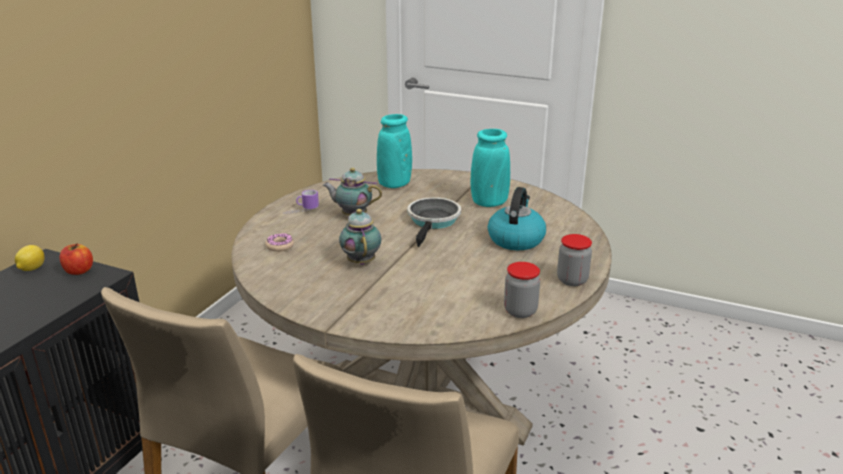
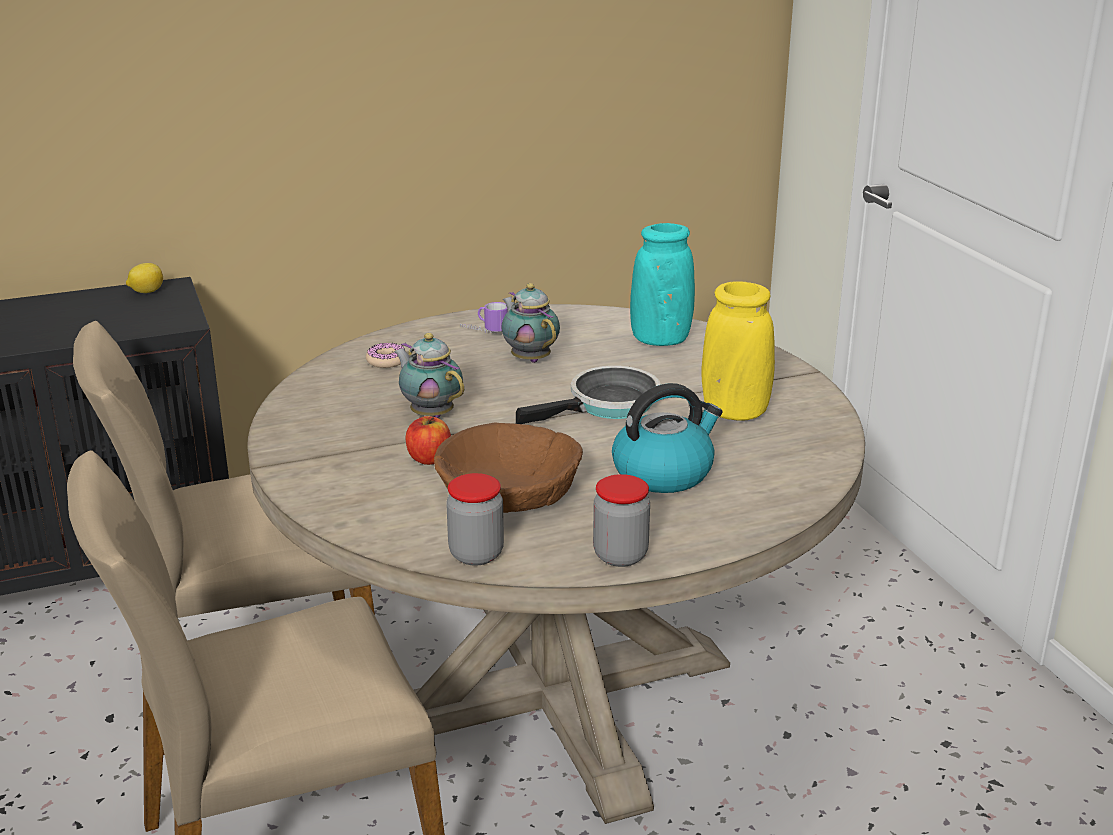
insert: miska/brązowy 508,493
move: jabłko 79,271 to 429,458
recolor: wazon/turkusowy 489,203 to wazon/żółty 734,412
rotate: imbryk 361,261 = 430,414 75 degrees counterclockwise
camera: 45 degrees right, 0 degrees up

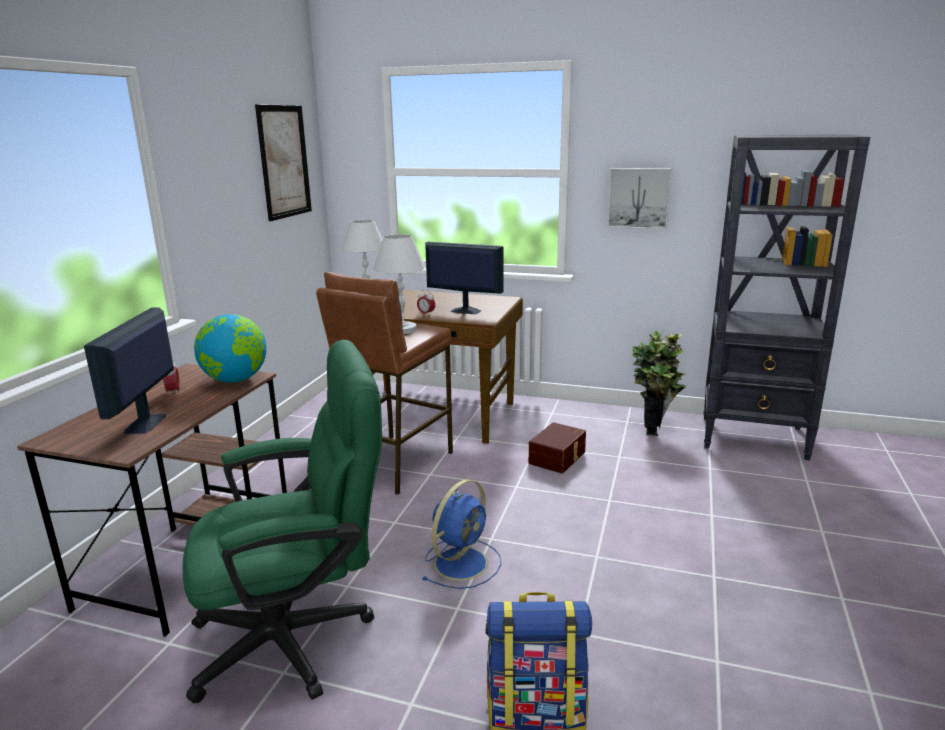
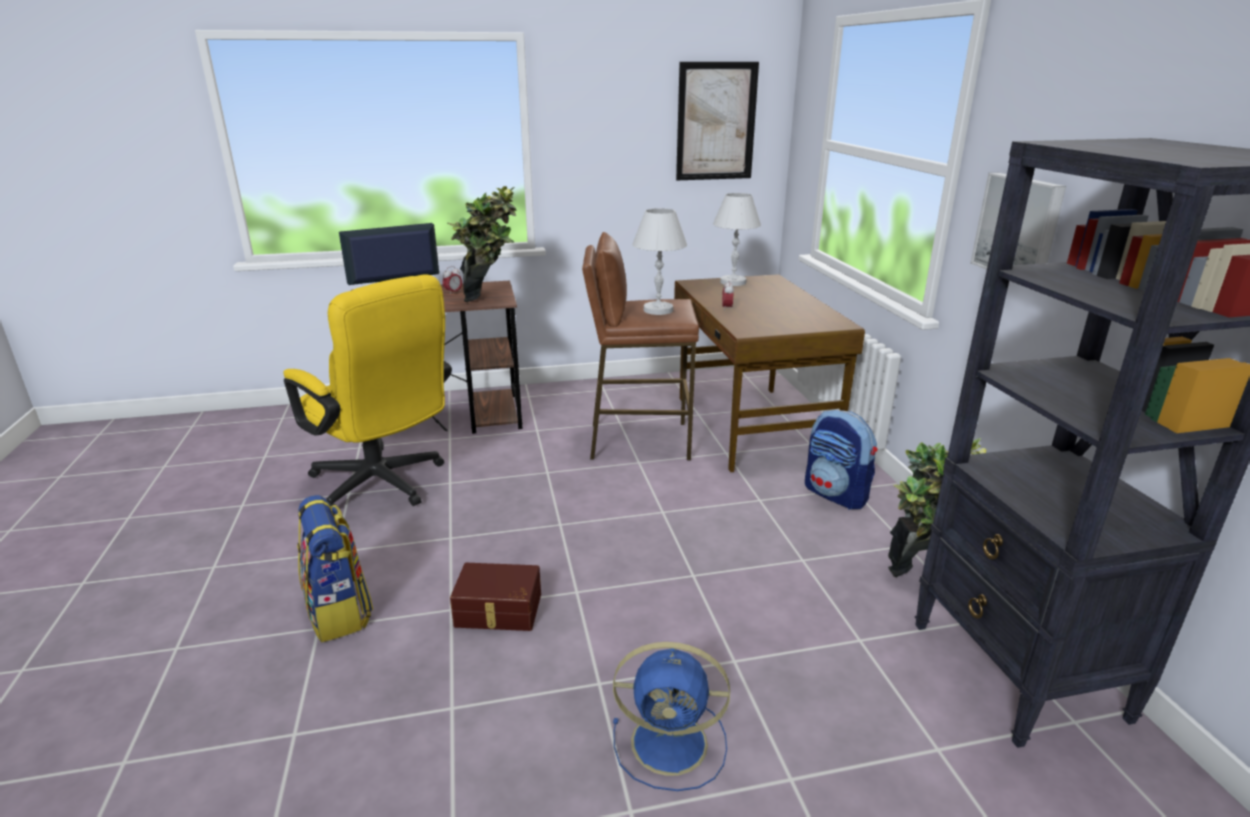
delete: monitor 465,311
insert: plecak 836,494
move: wentylator/niebieski 462,562 to 673,743; pojemnik do przechowywania/brązowy 558,458 to 498,611
replace: globus 235,380 to roślina doniczkowa 490,299
recolor: krzesło biurowe/zielony 299,637 to krzesło biurowe/żółty 384,486
camera: 60 degrees right, 5 degrees up

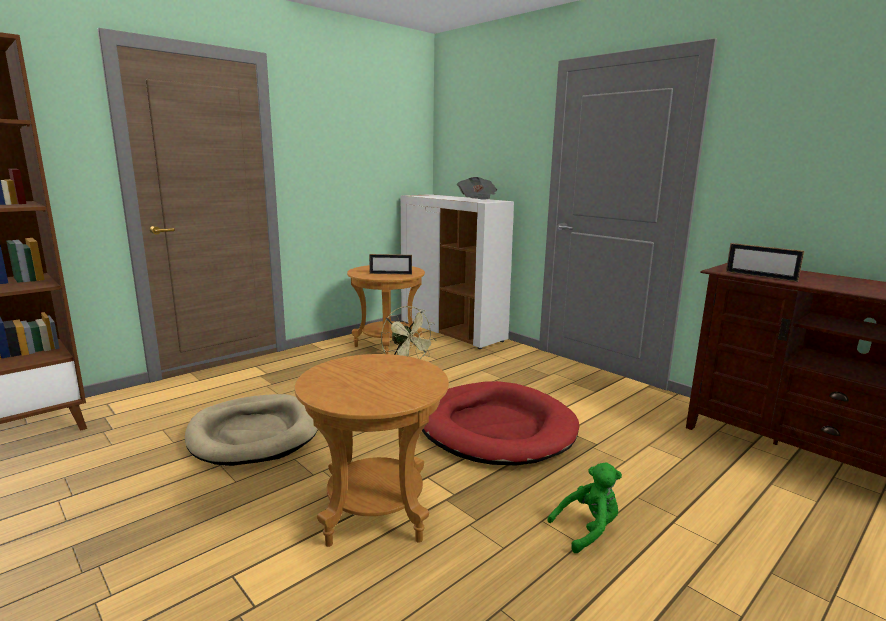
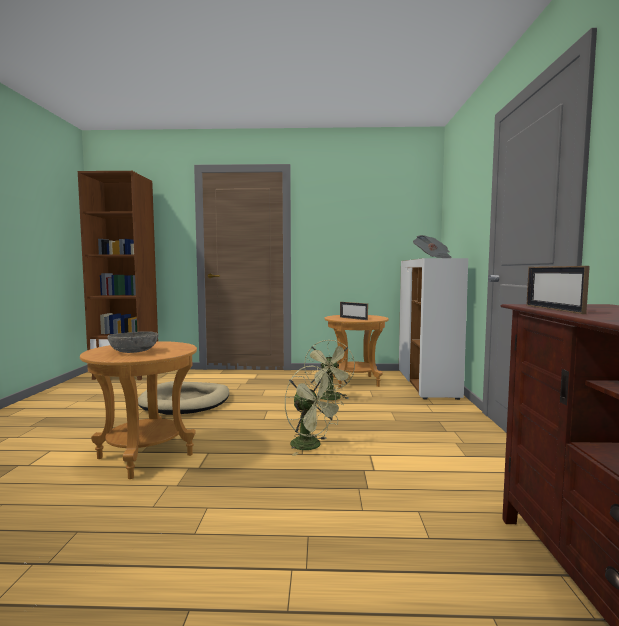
delete: pluszak/zielony 588,530
insert: miska/szary 134,351
replace: legowisko/czerwony 494,428 to wentylator/zielony 311,446
camera: 45 degrees right, 10 degrees down

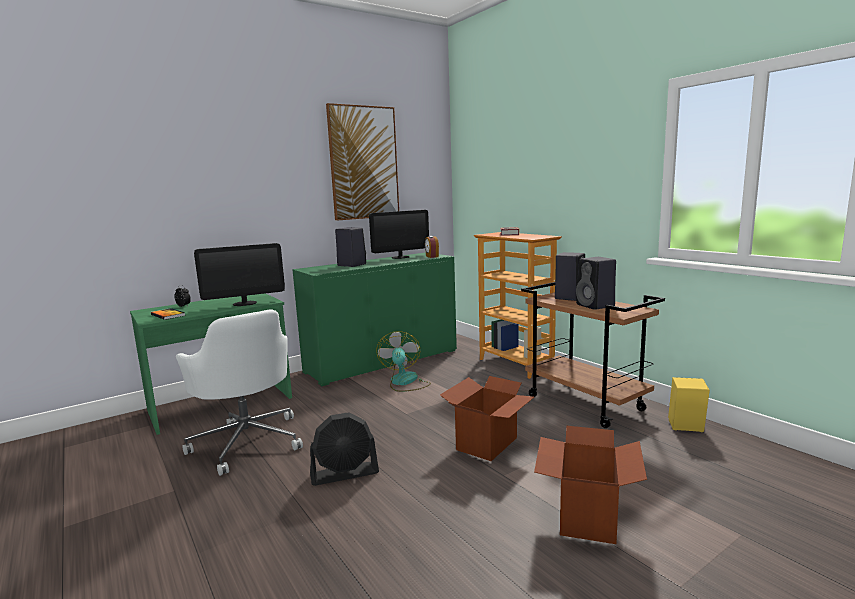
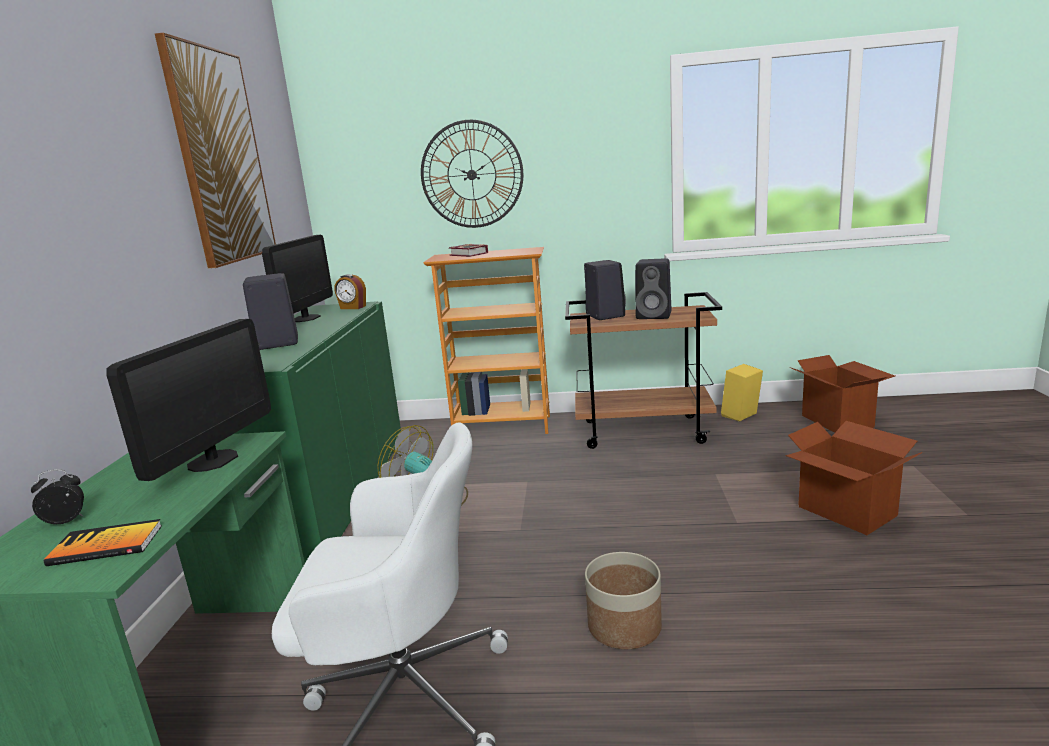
insert: zegar ścienny 471,174
move: karton 488,444 to 837,421
replace: wentylator/czarny 345,474 to donica 624,626
camera: 50 degrees left, 5 degrees up

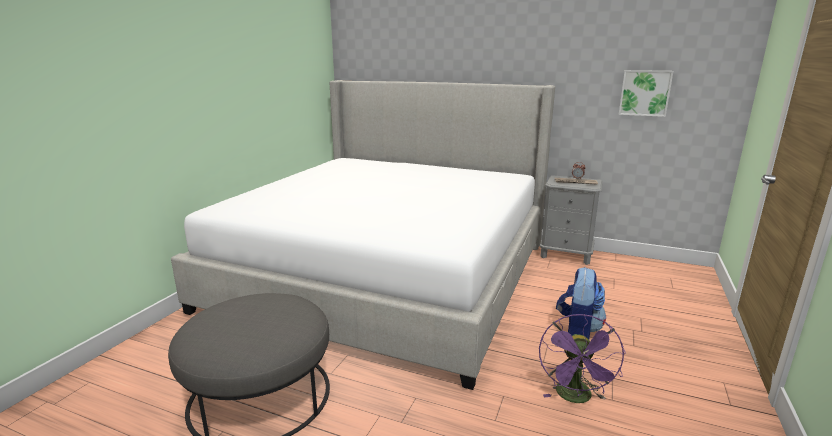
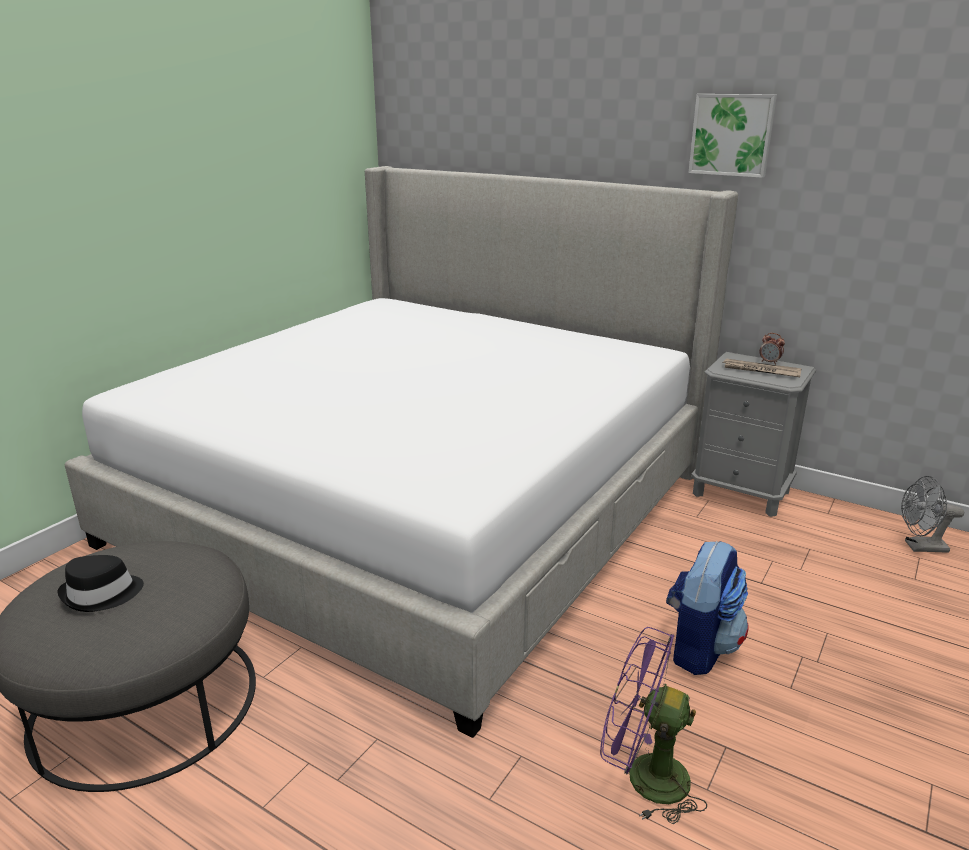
insert: kapelusz/czarny 102,594; wentylator/szary 920,547
move: obraz 644,93 to 732,135
rotate: wentylator/fioletowy 576,398 = 643,777 90 degrees clockwise
camera: 10 degrees right, 5 degrees up

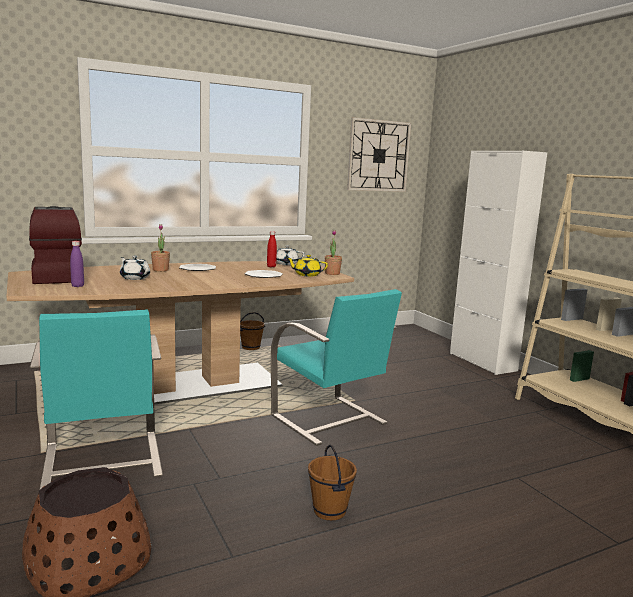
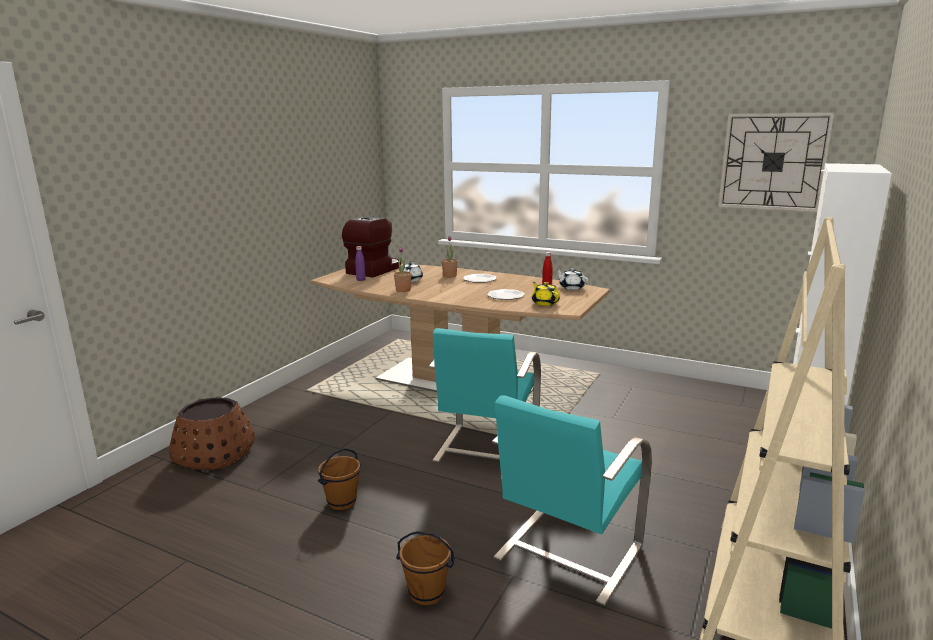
move: krzesło/turkusowy 102,462 to 566,553; wiadro/brązowy 251,348 to 426,594; roślina doniczkowa 332,273 to 403,290
camera: 55 degrees right, 5 degrees up

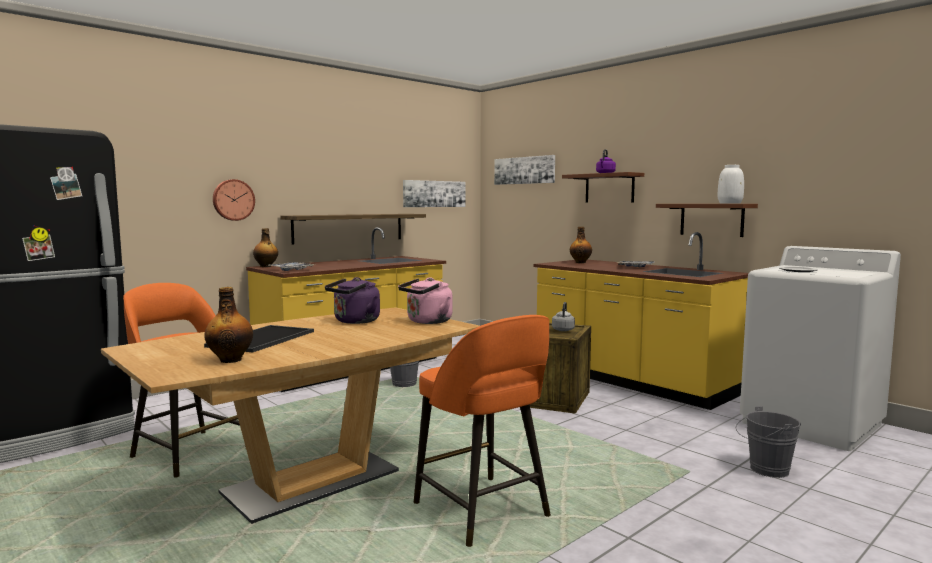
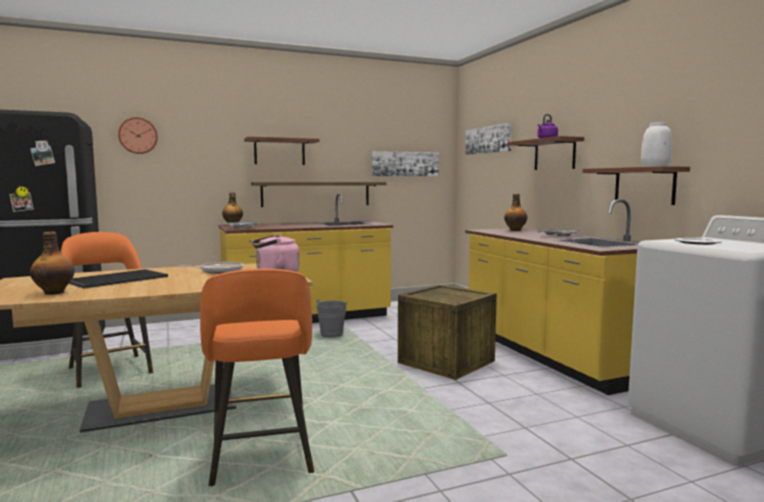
delete: czajnik/szary 563,329; wiadro/szary 765,470
insert: półka/brązowy 279,152
move: zegar ścienny 233,200 to 138,135
replace: czajnik/fioletowy 355,321 to patelnia 219,271
camera: 20 degrees right, 0 degrees up

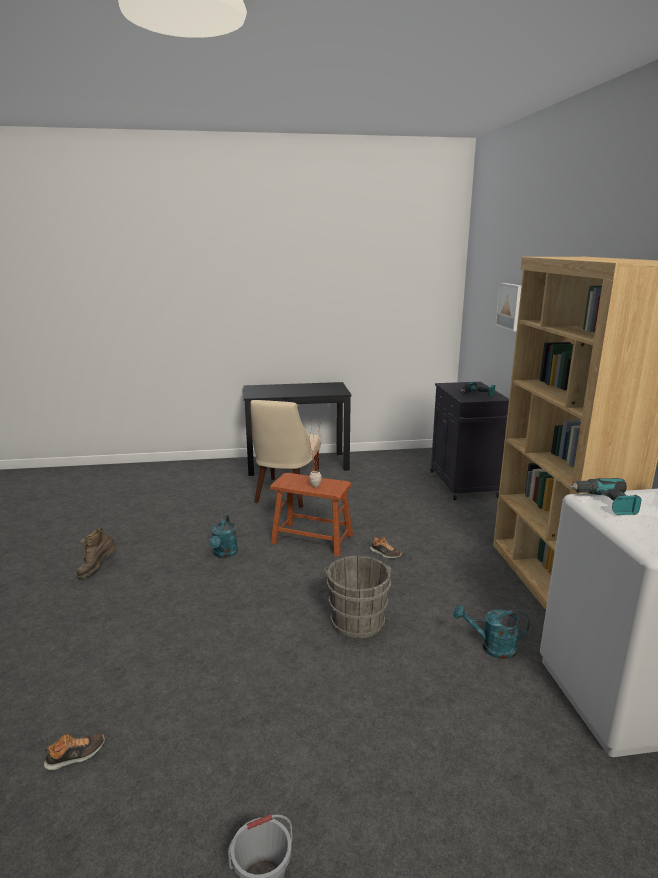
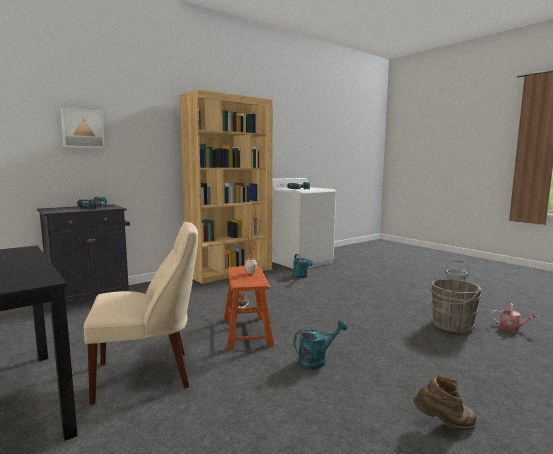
move: wiadro/szary 357,619 to 451,325
replace: but 76,756 to konewka 512,328
camera: 120 degrees left, 10 degrees down

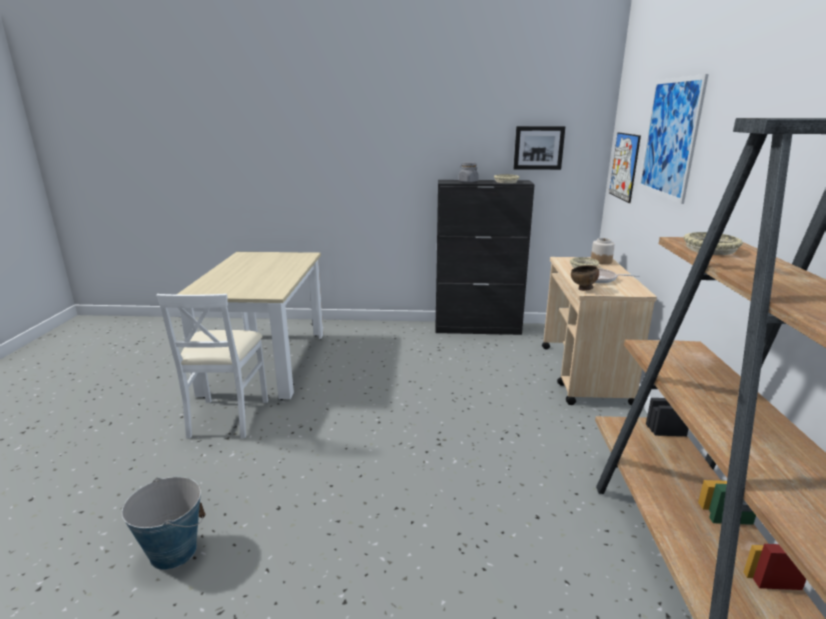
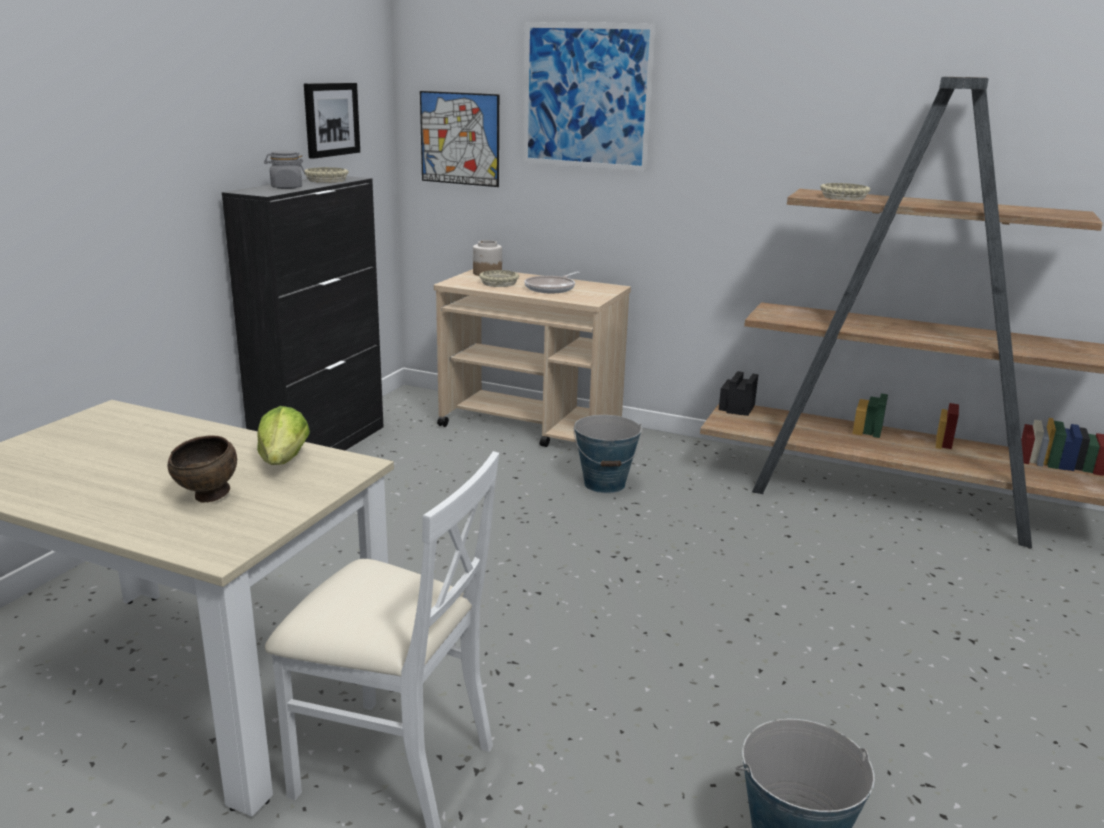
insert: sałata 284,461; wiadro 605,484
move: miska/brązowy 583,289 to 208,498
camera: 70 degrees left, 0 degrees up

